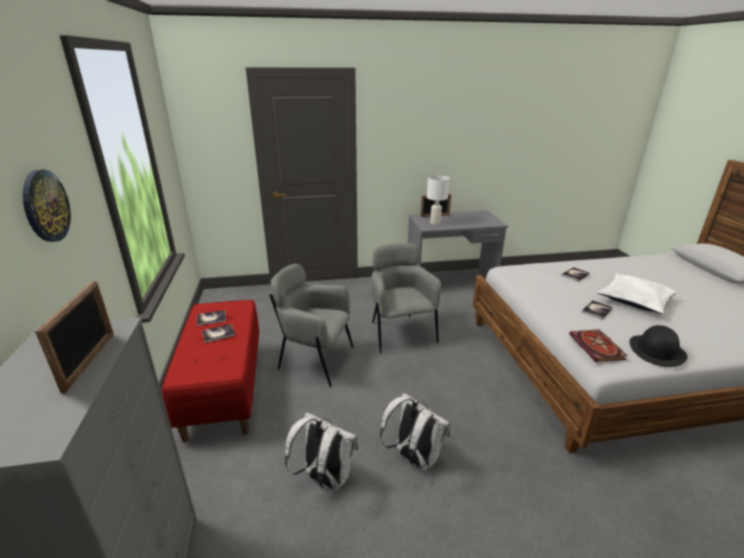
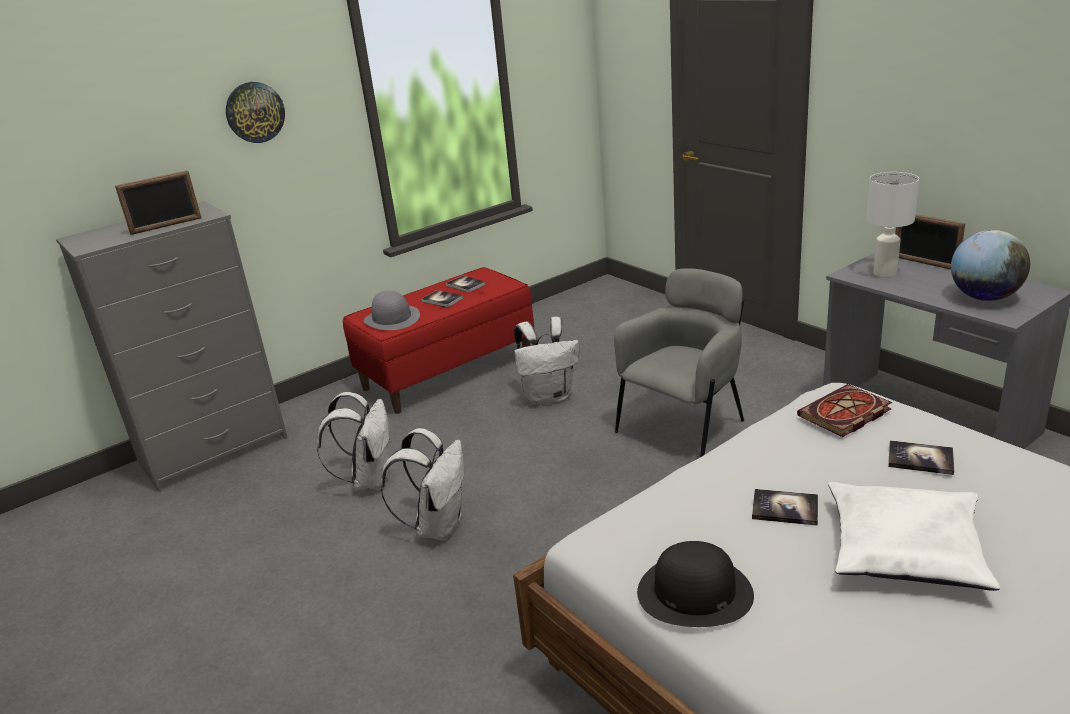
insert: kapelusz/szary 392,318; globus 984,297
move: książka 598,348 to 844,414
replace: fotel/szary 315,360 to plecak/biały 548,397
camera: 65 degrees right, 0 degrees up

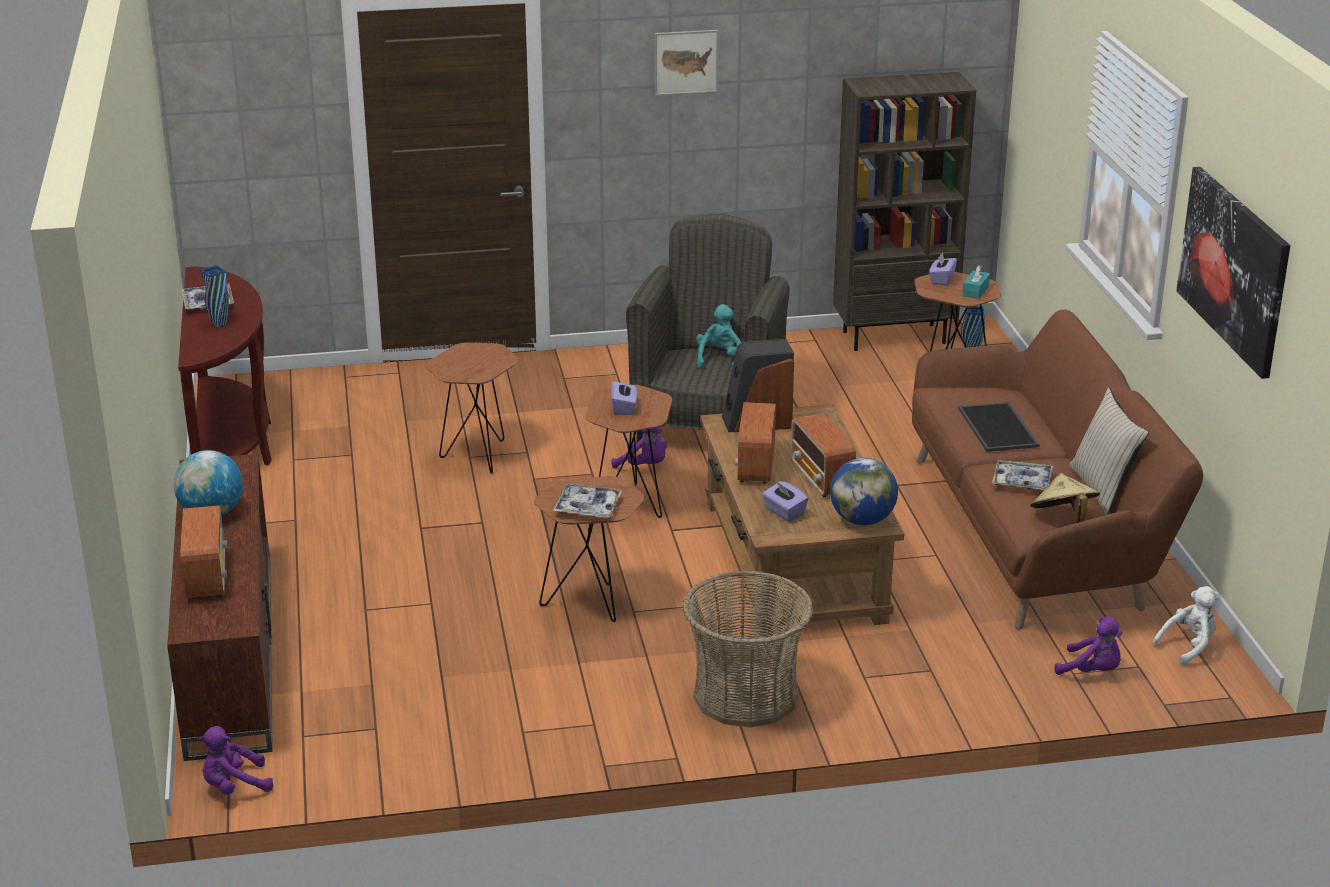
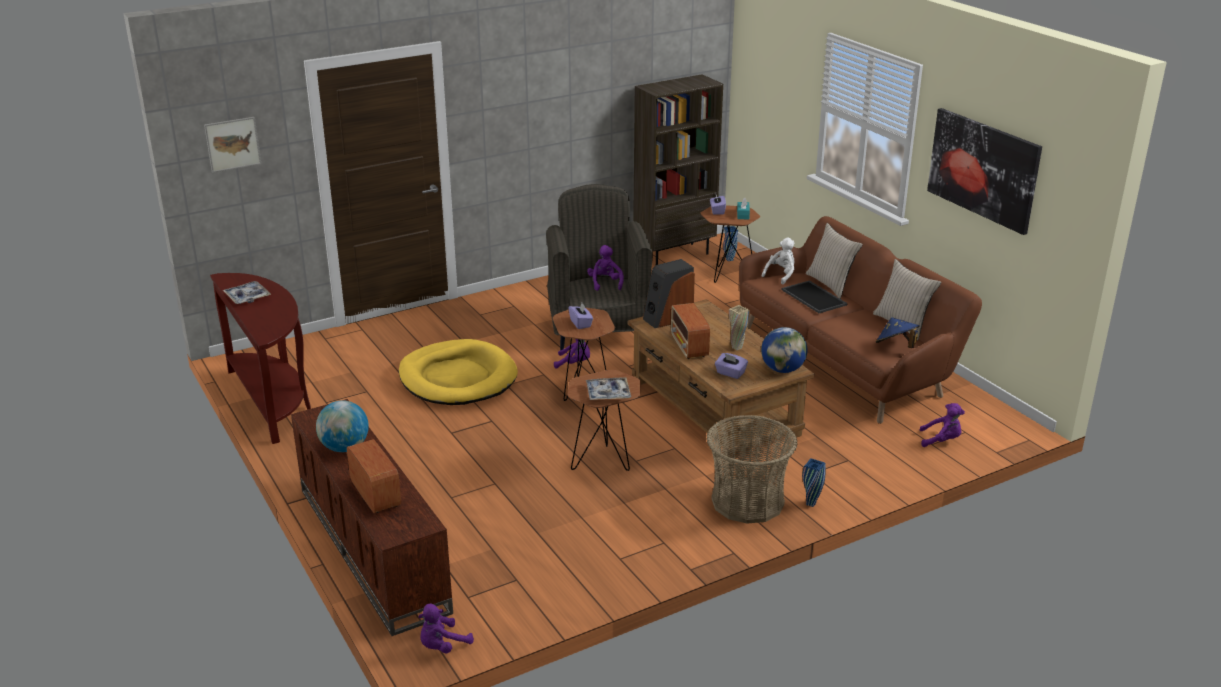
delete: taca 1022,482
insert: poduszka/beżowy 831,284
move: wazon/niebieski 219,324 to 811,503; obraz 686,62 to 233,144; pluszak/biały 1189,646 to 781,275
replace: stolik/brązowy 477,458 to legowisko/żółty 457,378; radio 821,479 to wazon/beżowy 737,348
recolor: pluszak/turkusowy 719,360 to pluszak/fioletowy 605,283; kapelusz/beżowy 1063,518 to kapelusz/niebieski 896,346
camera: 20 degrees left, 0 degrees up

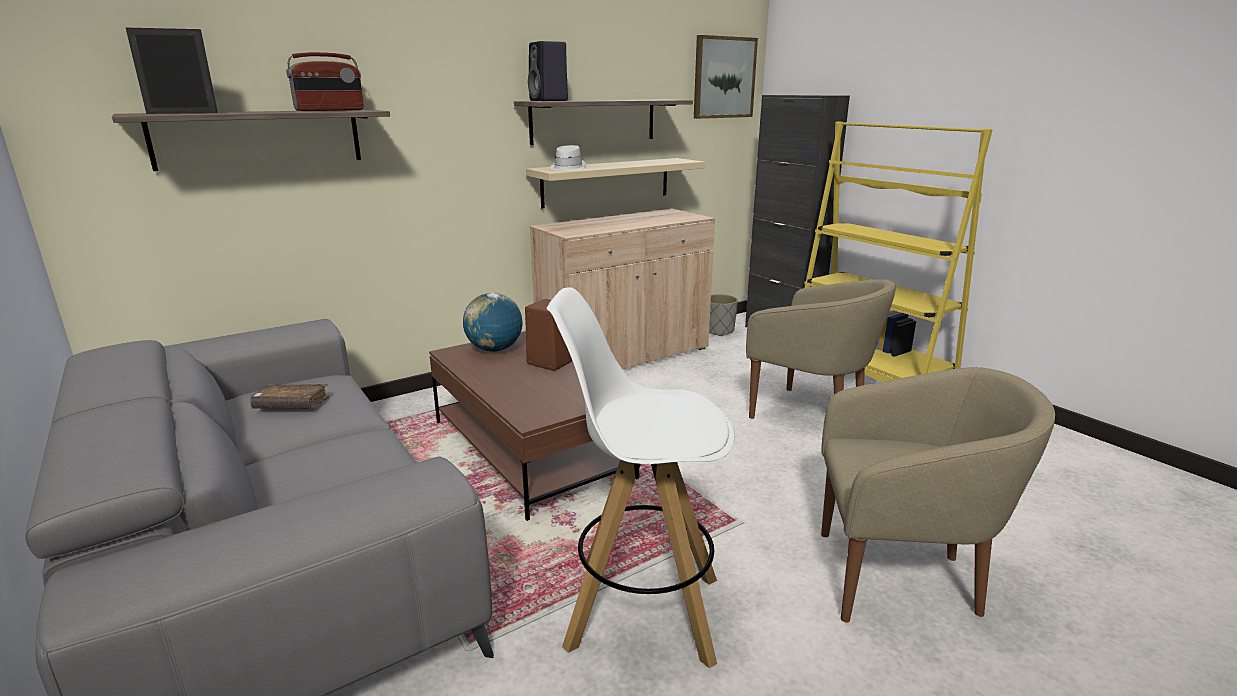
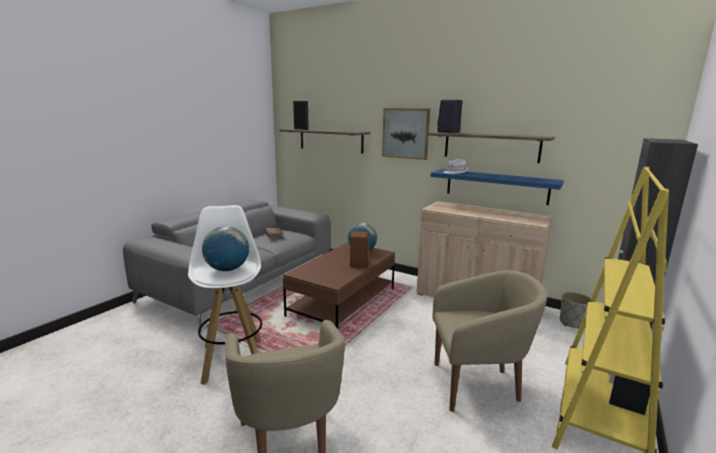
delete: radio 330,110
insert: globus 227,269
move: obraz 723,78 to 405,133
recolor: półka/beżowy 606,182 to półka/niebieski 496,186
rotate: fotel/beżowy 810,414 = 478,385 105 degrees counterclockwise
camera: 65 degrees right, 5 degrees down

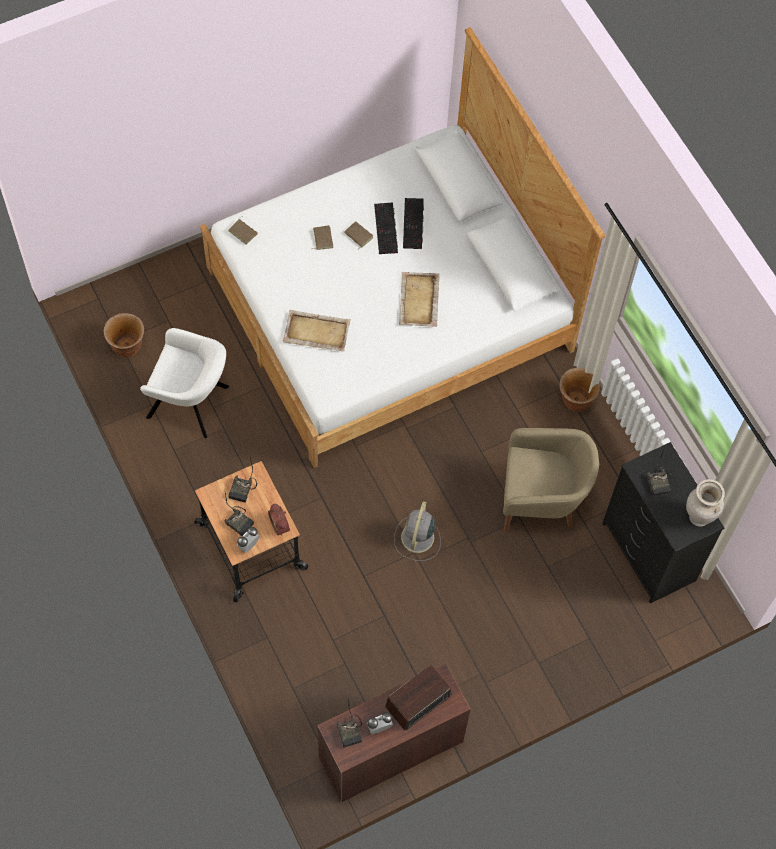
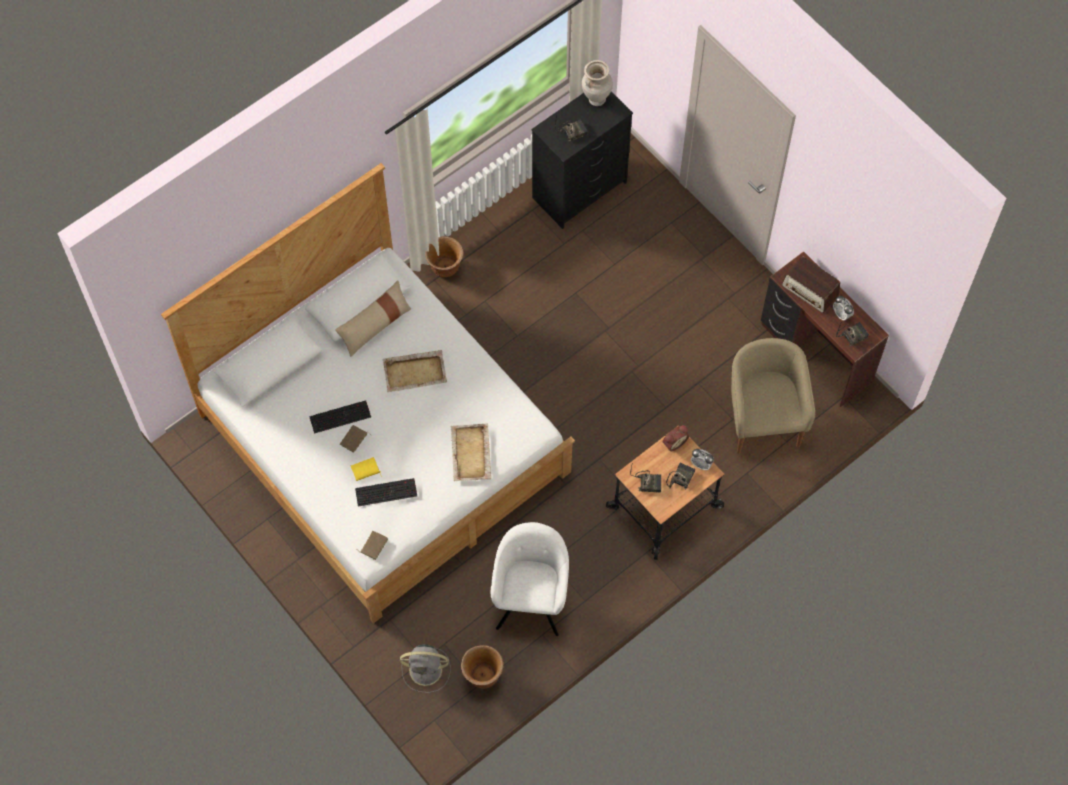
insert: poduszka/beżowy 375,326
move: wentylator/szary 417,539 to 427,670; klawiatura 414,224 to 386,491; fotel/beżowy 540,504 to 763,420
recolor: książka/brązowy 322,238 to książka/żółty 365,470
camera: 100 degrees left, 0 degrees up

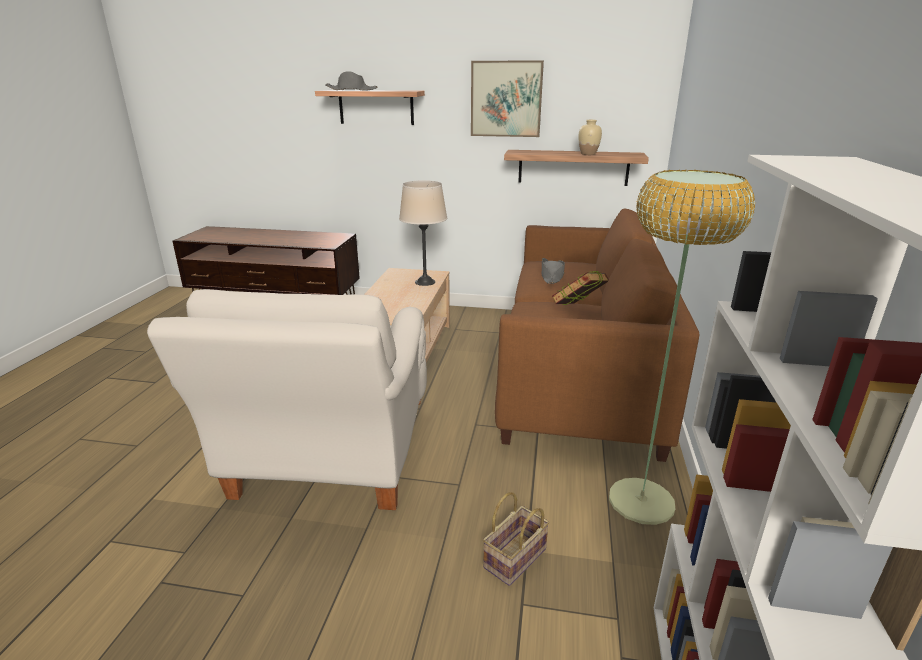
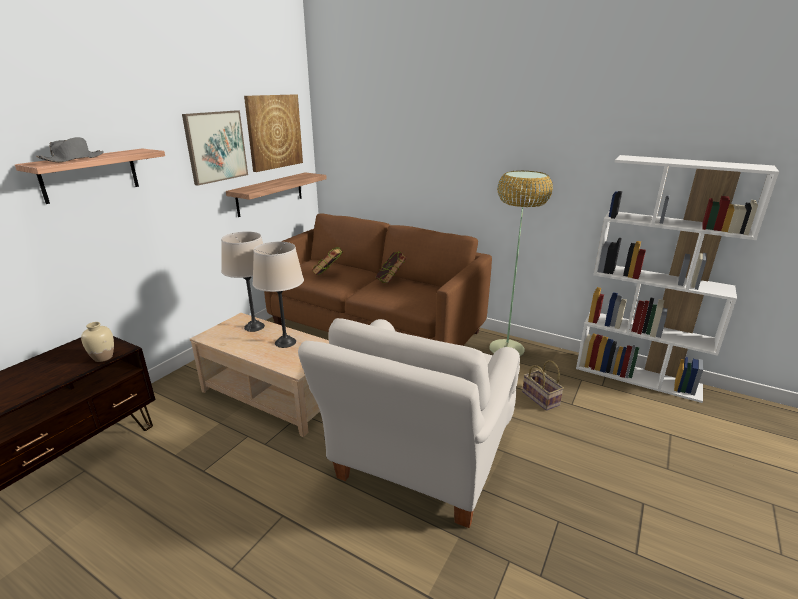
insert: obraz 274,132; lampa stołowa/beżowy 285,342
move: wazon/beżowy 588,154 to 103,357
replace: kapelusz/szary 552,276 to książka 328,275
rotate: fotel/biały 329,460 = 420,462 90 degrees clockwise
camera: 70 degrees left, 0 degrees up

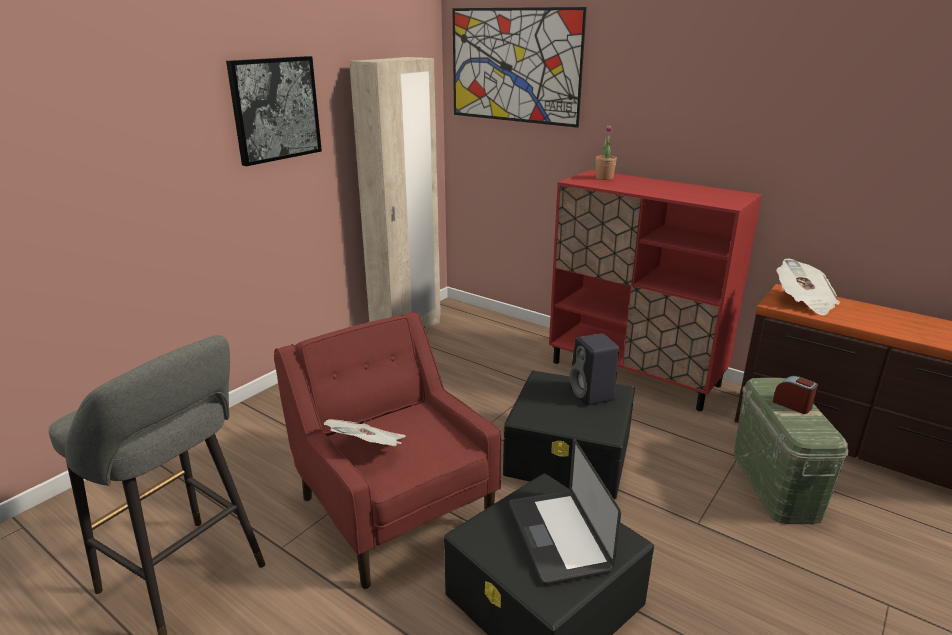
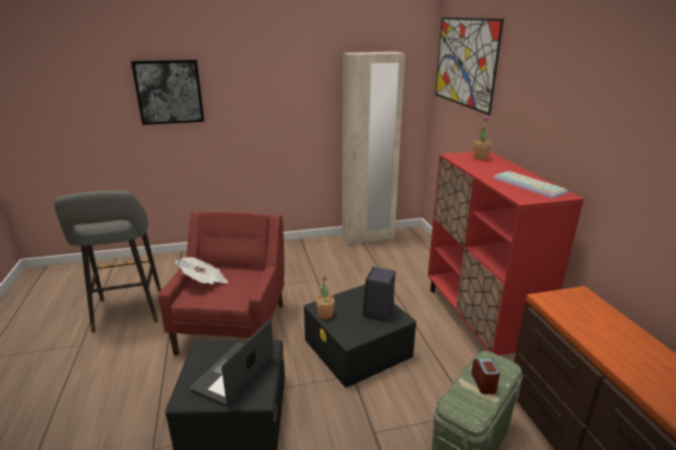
delete: gazeta 804,302
insert: roślina doniczkowa 325,314; klawiatura 530,185
move: obraz 275,109 to 169,92
camera: 40 degrees right, 0 degrees up

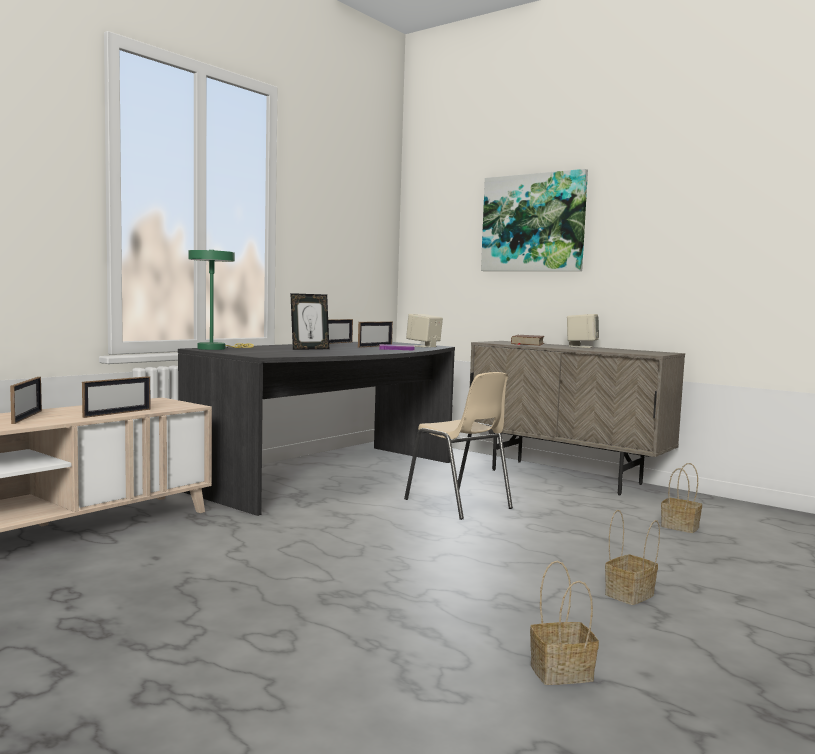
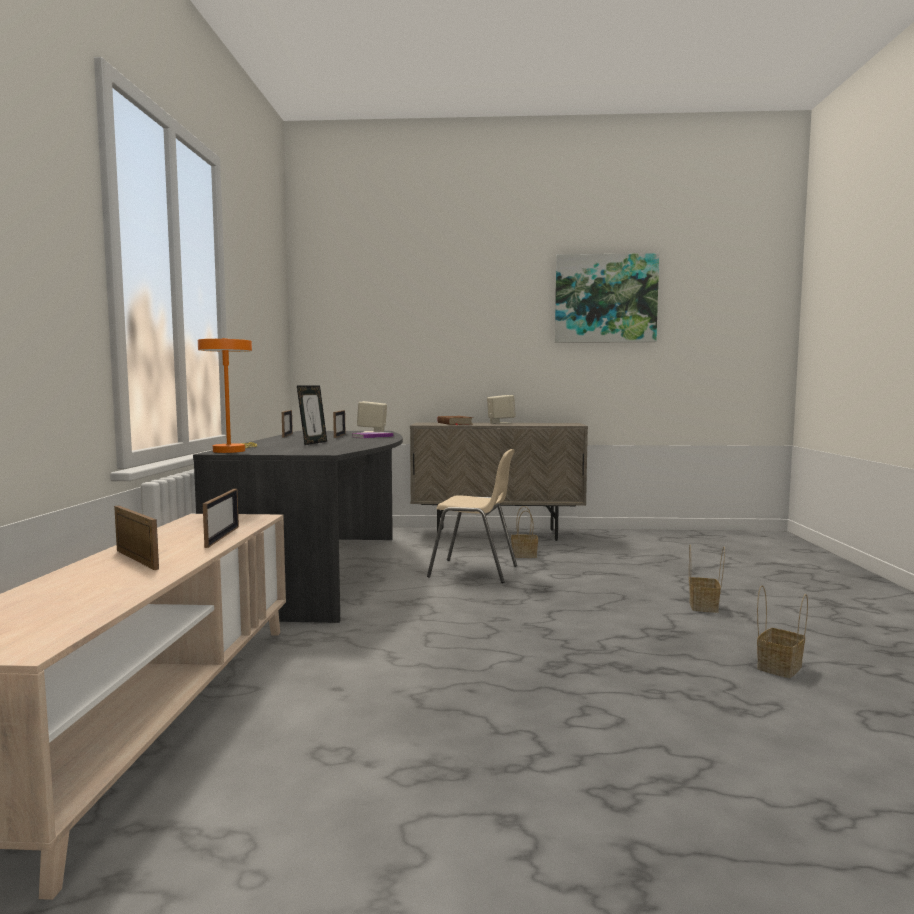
move: obraz 533,223 to 605,299; koszyk 681,527 to 525,555
recolor: lampa stołowa/zielony 216,348 to lampa stołowa/pomarańczowy 231,450
camera: 35 degrees left, 0 degrees up

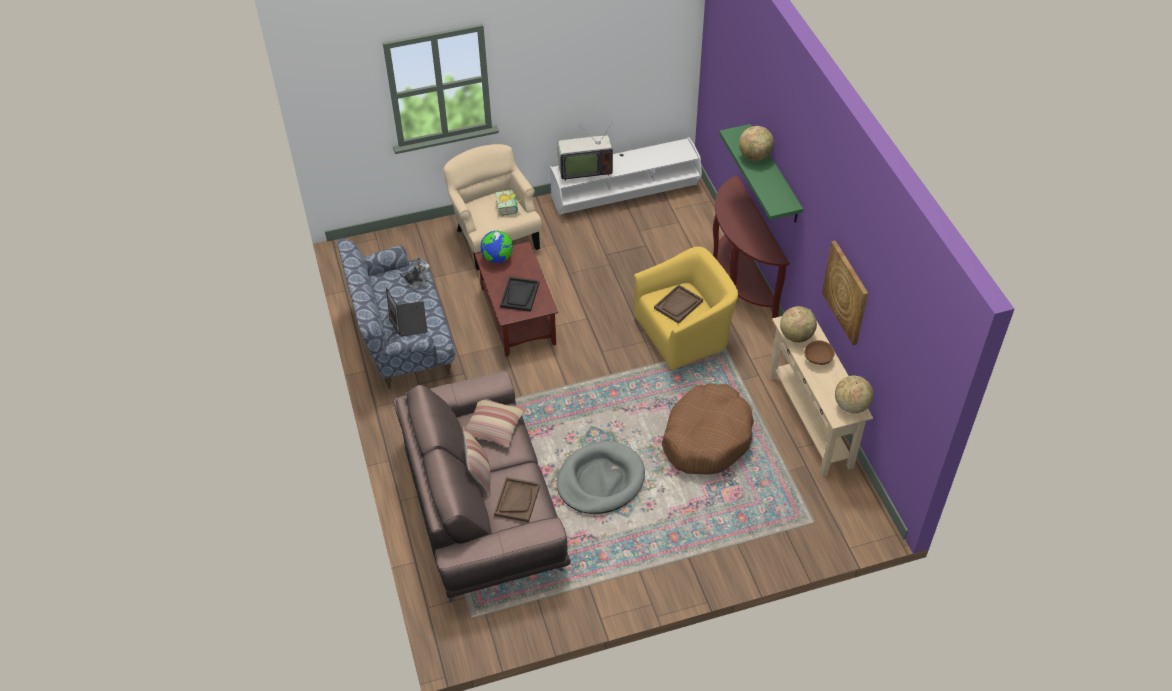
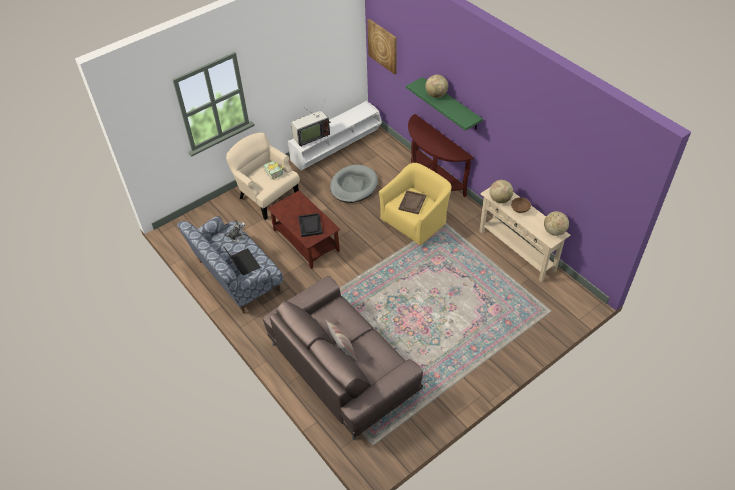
delete: poduszka 494,426; globus 497,258; taca/brązowy 517,500; legowisko/brązowy 706,437
move: legowisko/szary 600,480 to 353,186; obraz 846,292 to 383,46
camera: 20 degrees left, 0 degrees up

